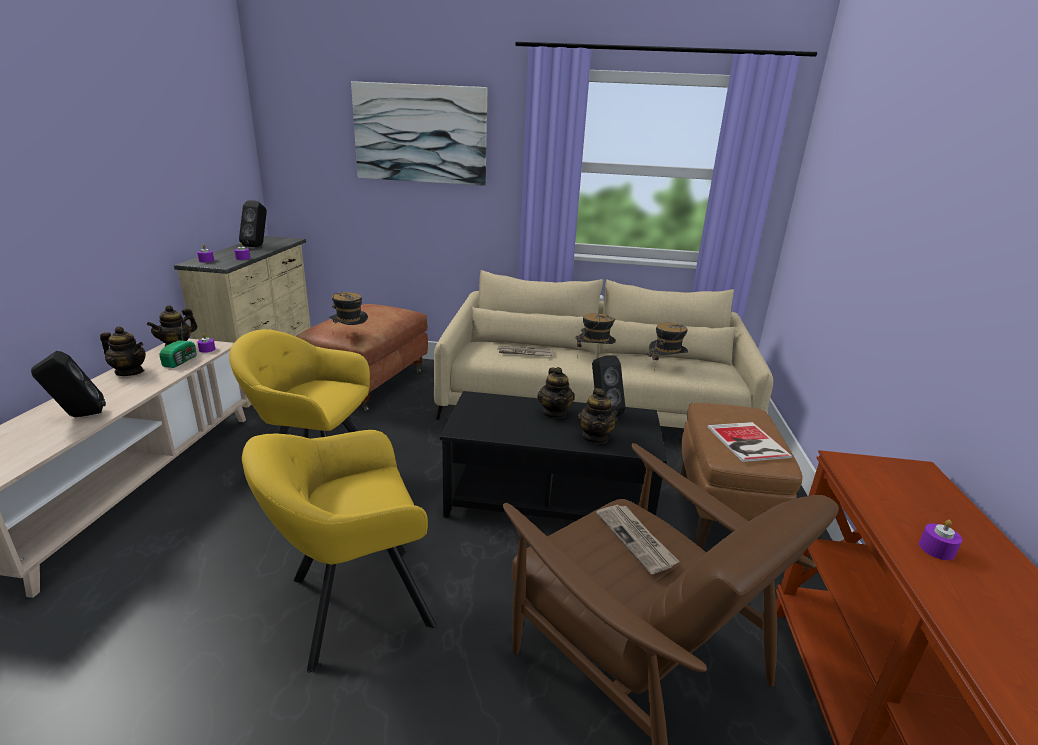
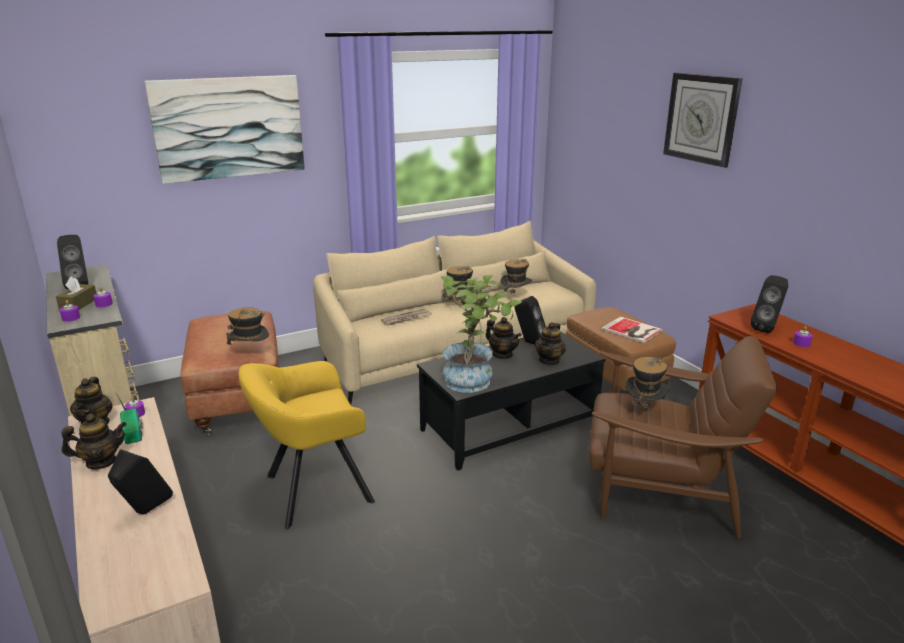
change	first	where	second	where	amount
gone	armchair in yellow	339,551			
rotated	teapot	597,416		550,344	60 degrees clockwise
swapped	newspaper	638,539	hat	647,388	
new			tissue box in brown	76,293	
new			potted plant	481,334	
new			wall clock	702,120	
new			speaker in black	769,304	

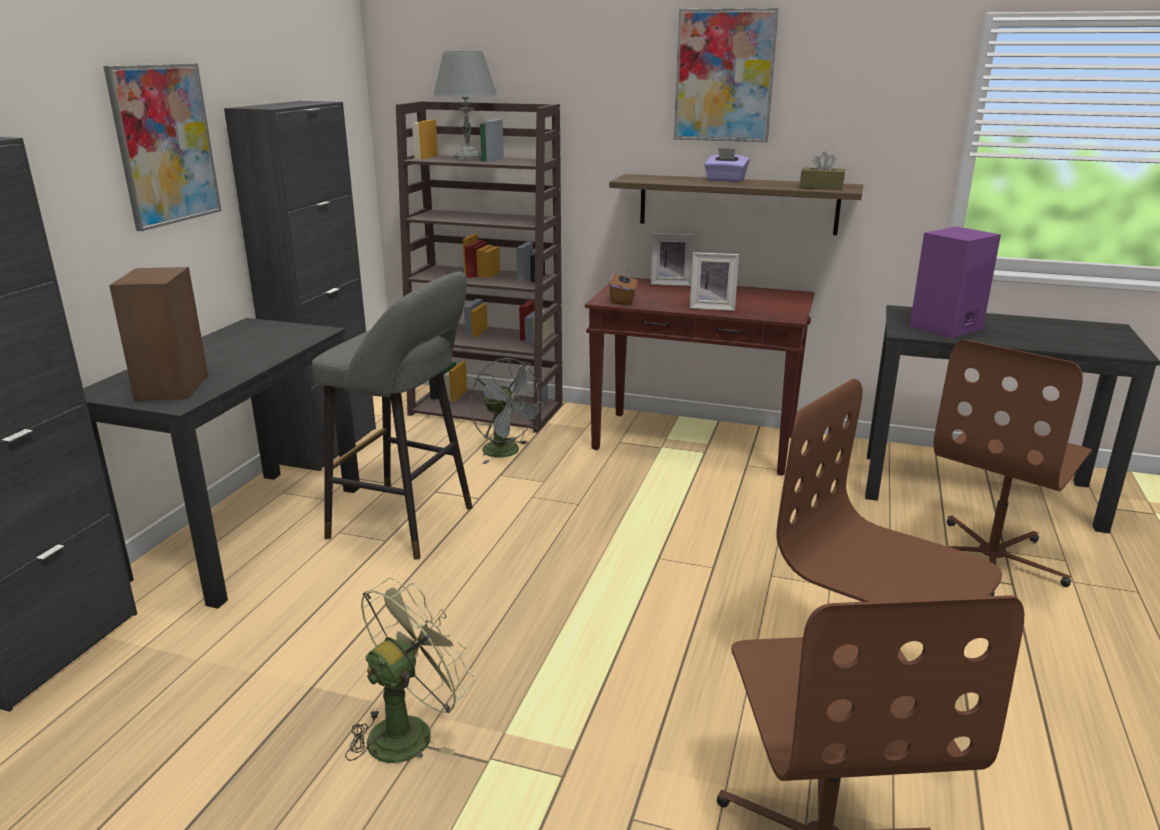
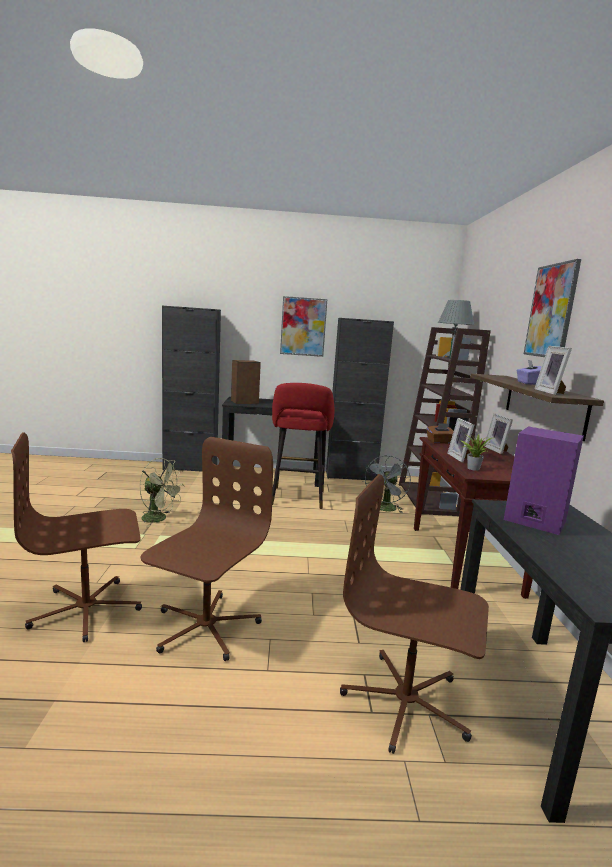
change	first	where	second	where	amount
repainted	stool in grey	392,415	stool in red	303,446	
swapped	tissue box in brown	822,171	picture frame	553,370	
new			potted plant	476,452	

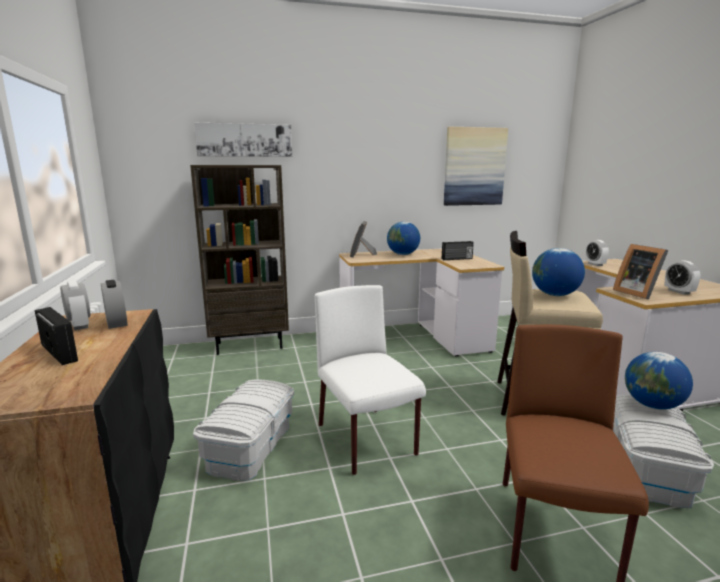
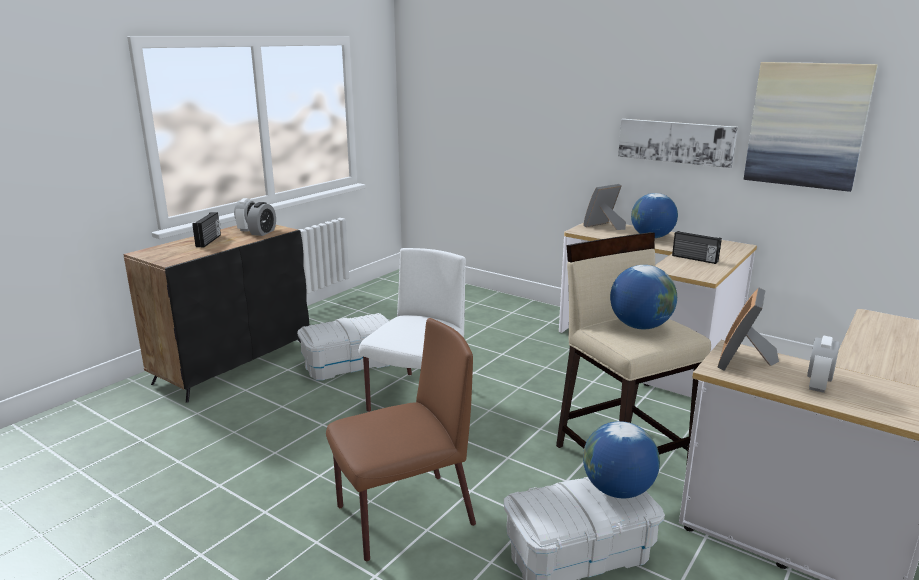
change	first	where	second	where	amount
gone	bookcase in brown	239,260			
shifted	picture	243,140		678,143	
gone	alarm clock	597,253			

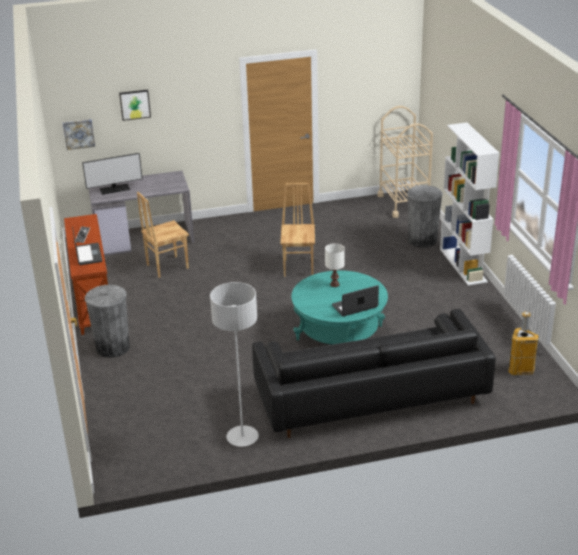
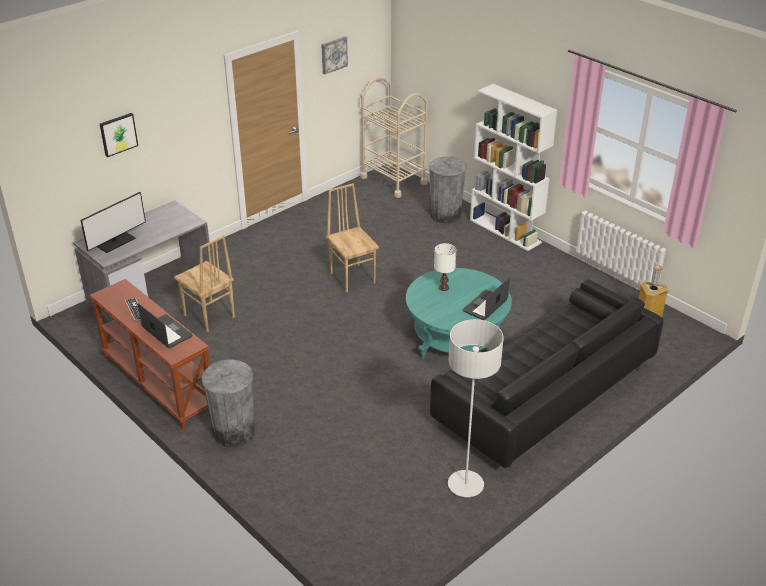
change	first	where	second	where	amount
shifted	picture	79,134		334,55	
rotated	chair in brown	163,235		204,284	75 degrees counterclockwise

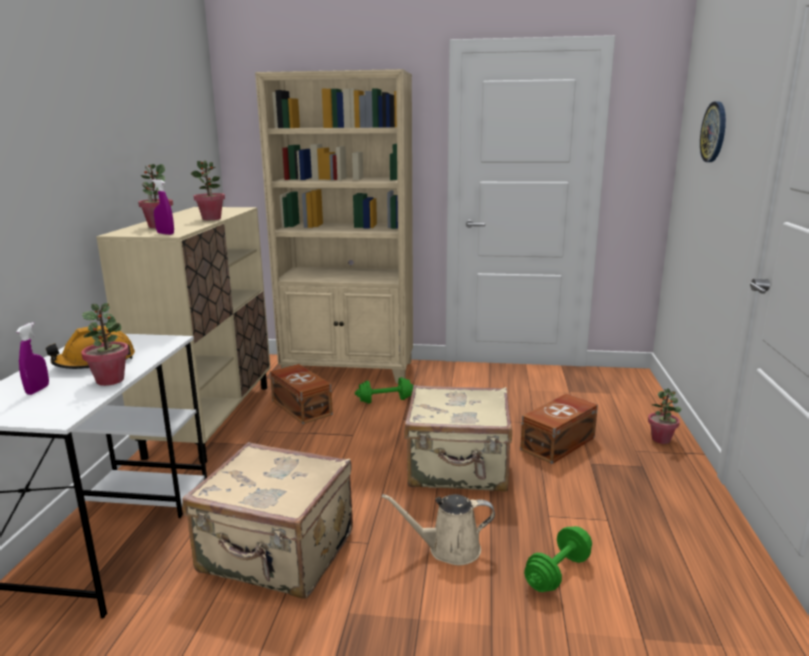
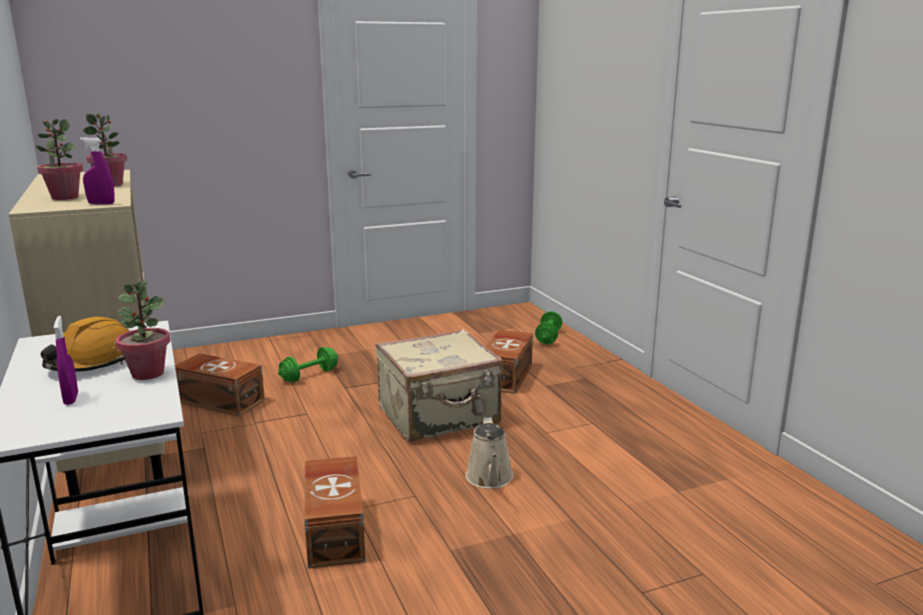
change	first	where	second	where	amount
swapped	suitcase in beige	267,520	storage box in brown	335,512	
gone	bookcase in beige	334,226			
rotated	watering can in beige	438,529		489,453	60 degrees counterclockwise
shifted	dumbbell in green	558,559		548,327	
gone	potted plant	664,416			
gone	wall clock	713,131			

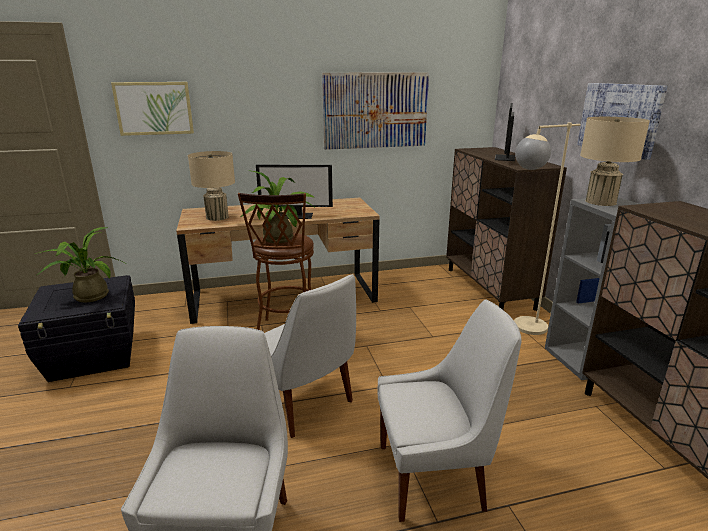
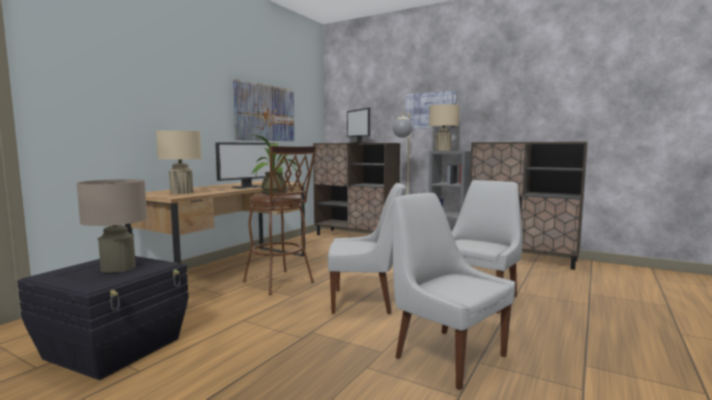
change	first	where	second	where	amount
swapped	potted plant	78,264	table lamp in beige	111,226	
gone	picture	152,109			

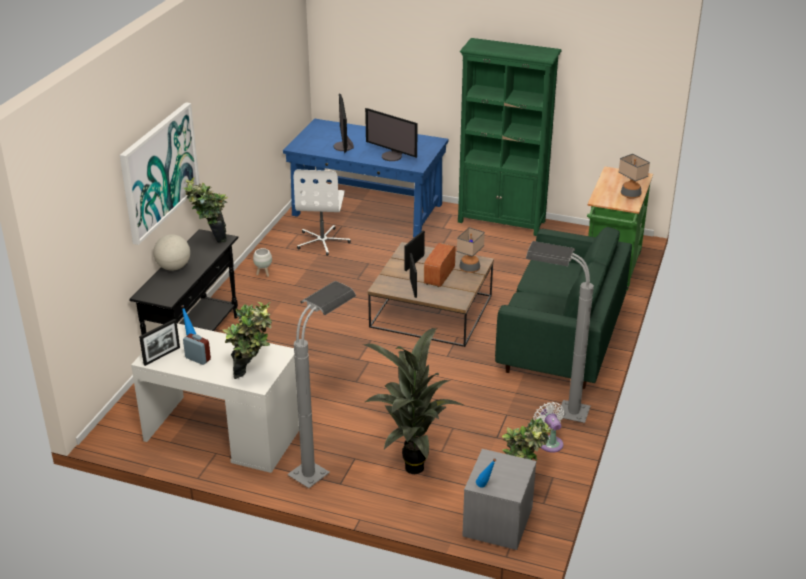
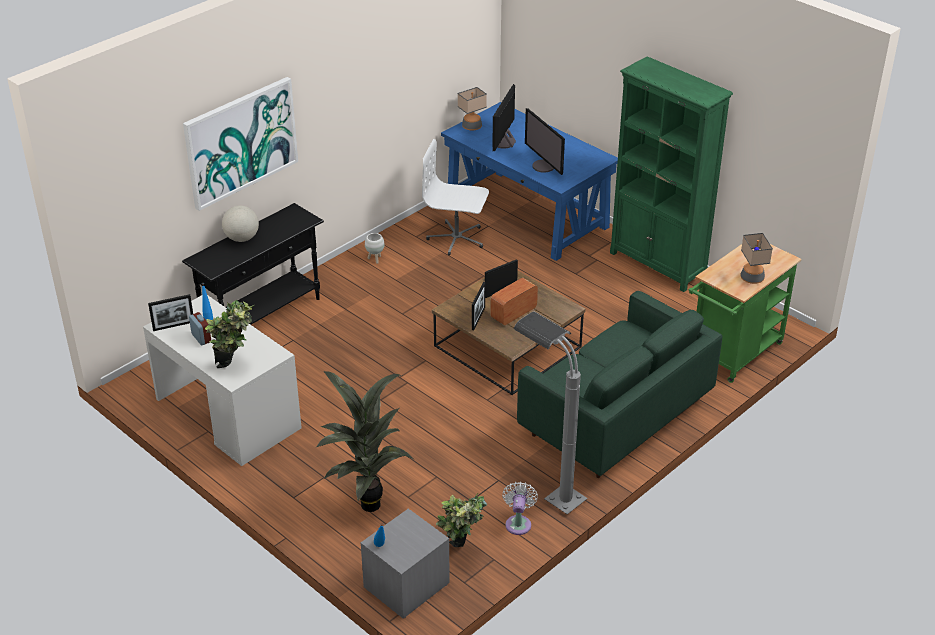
change	first	where	second	where	amount
gone	potted plant	206,210			
gone	floor lamp in grey	321,384			
rotated	office chair in white	322,213		455,197	75 degrees clockwise
shifted	table lamp	471,250		472,109	

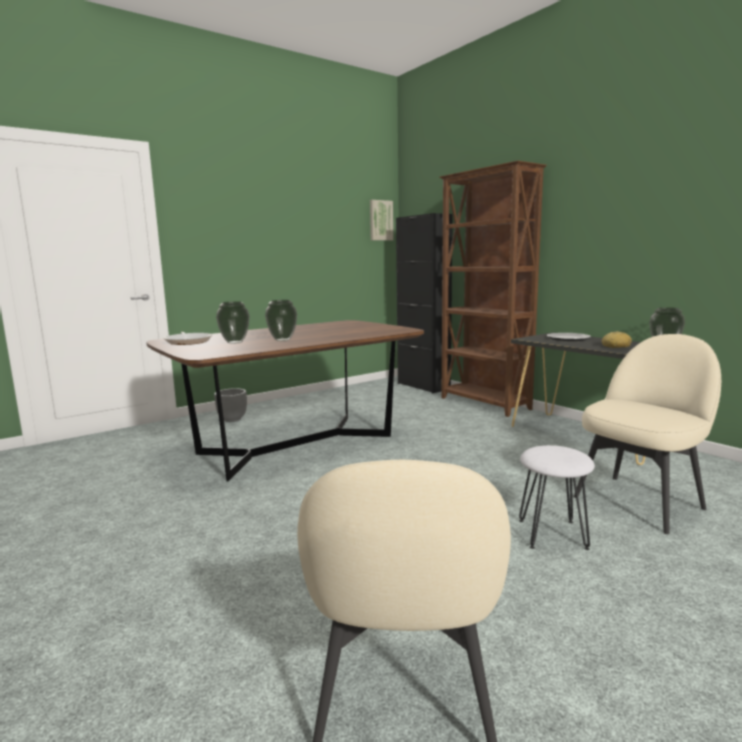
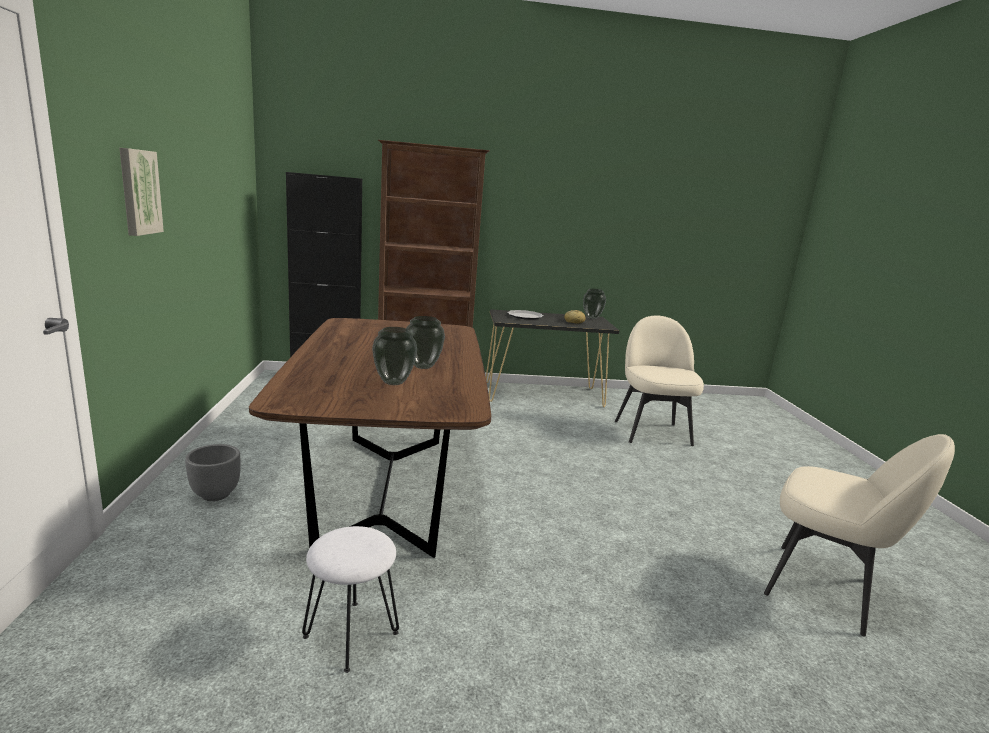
change	first	where	second	where	amount
gone	frying pan	188,338			
shifted	picture	381,220		141,192	
shifted	stool in white	557,497		350,599	

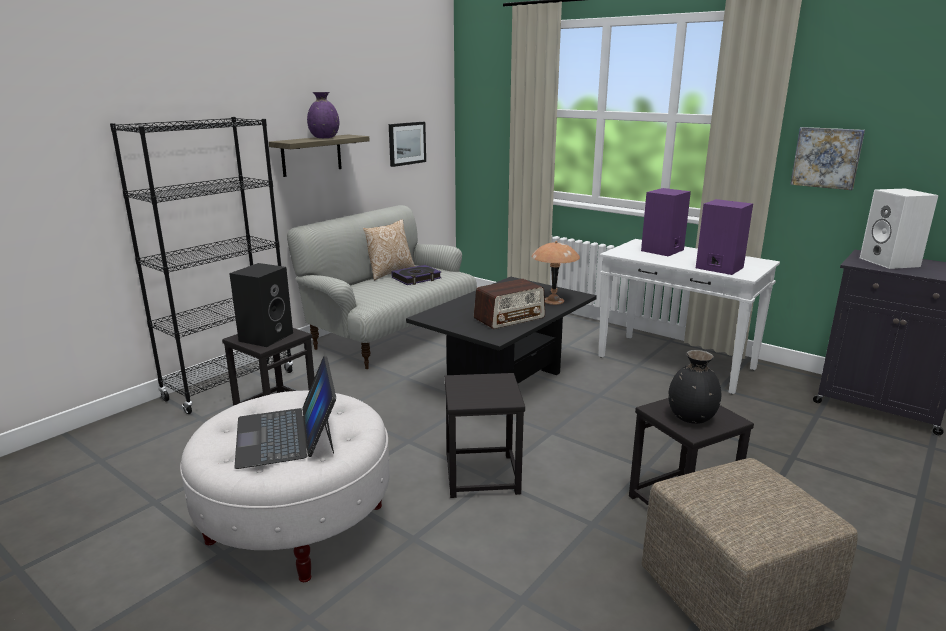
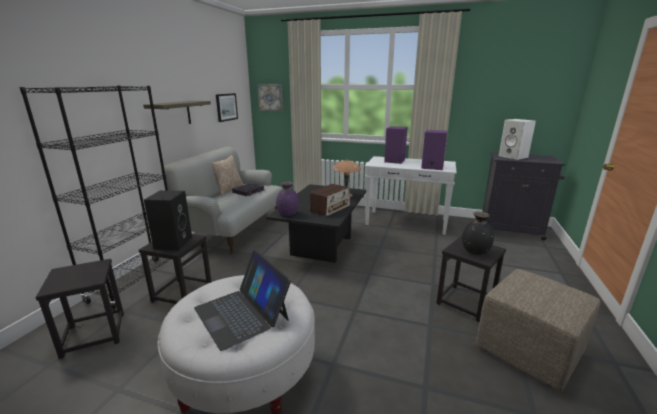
change	first	where	second	where	amount
shifted	vase in purple	323,115		288,199	
shifted	stool in black	484,435		79,309	
shifted	picture	827,158		270,98	

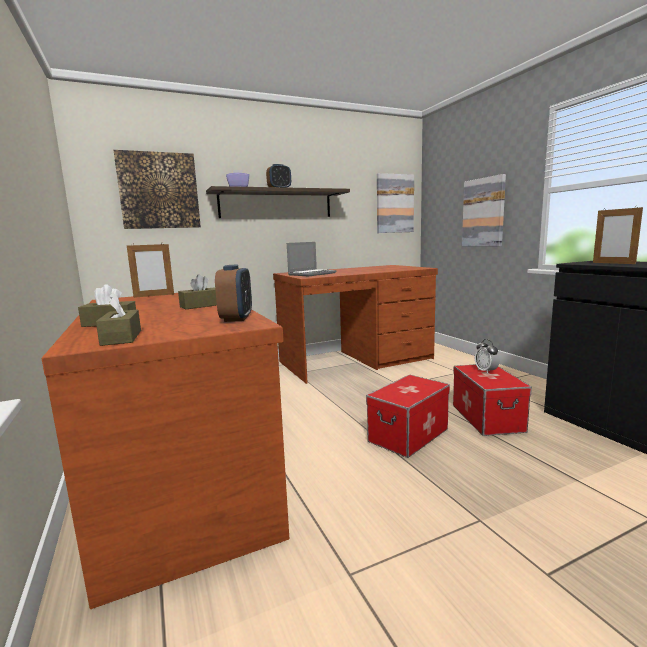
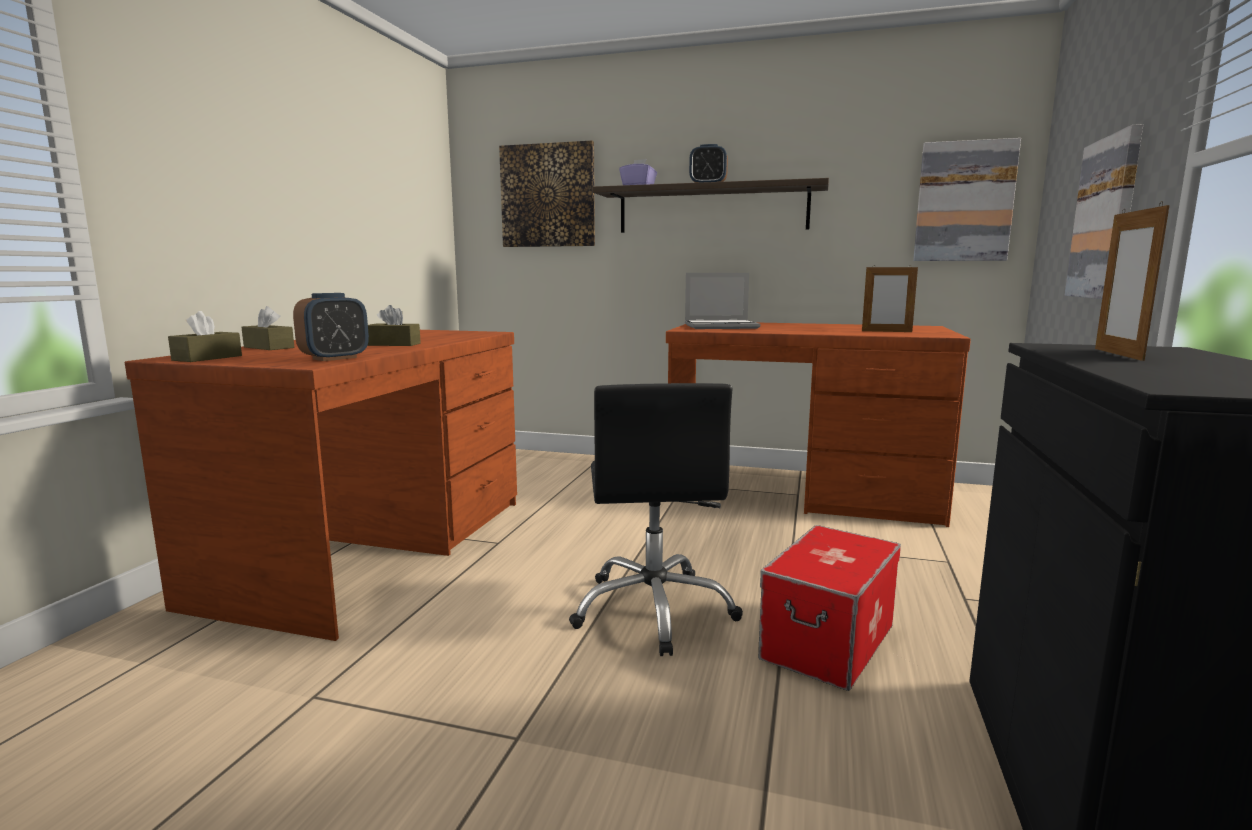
change	first	where	second	where	amount
shifted	picture frame	150,270		890,299	
swapped	storage box	408,416	office chair in black	656,519	
gone	alarm clock	487,356			

